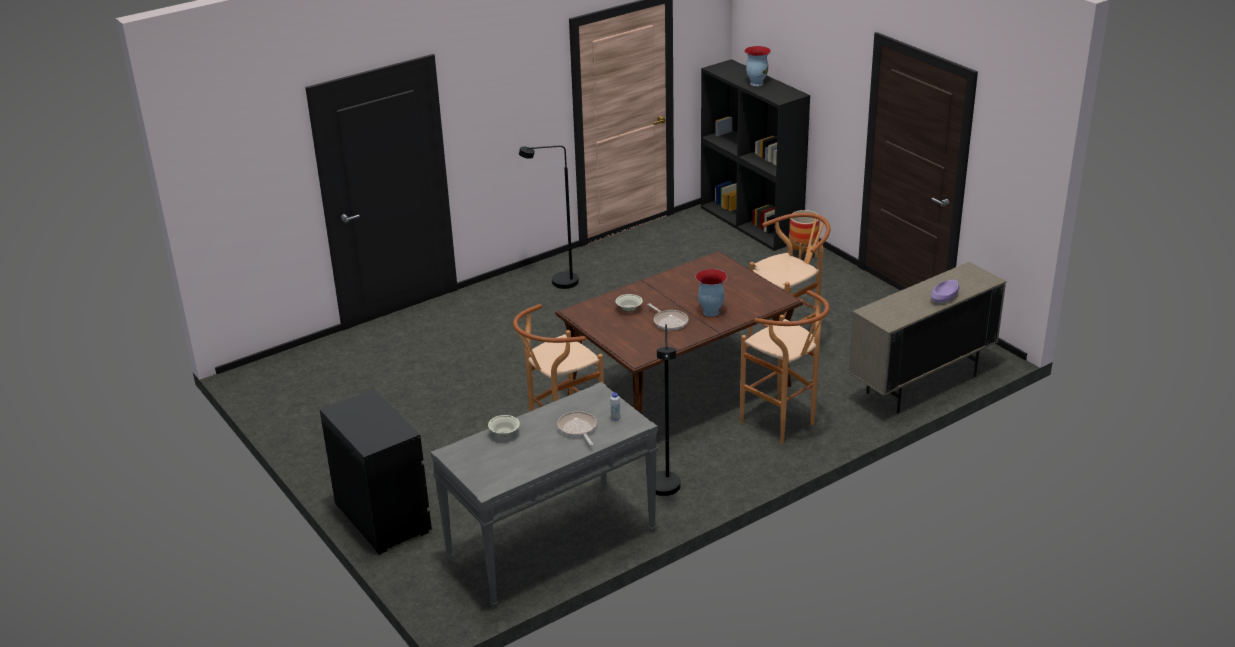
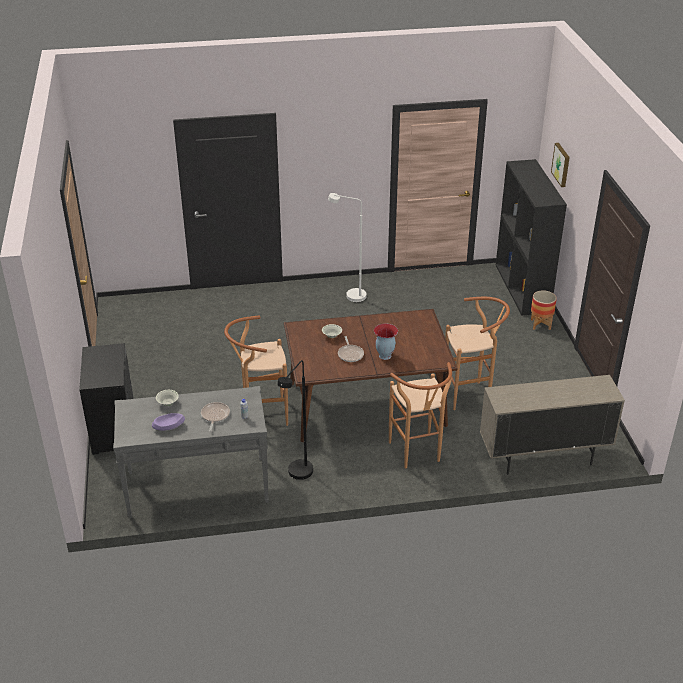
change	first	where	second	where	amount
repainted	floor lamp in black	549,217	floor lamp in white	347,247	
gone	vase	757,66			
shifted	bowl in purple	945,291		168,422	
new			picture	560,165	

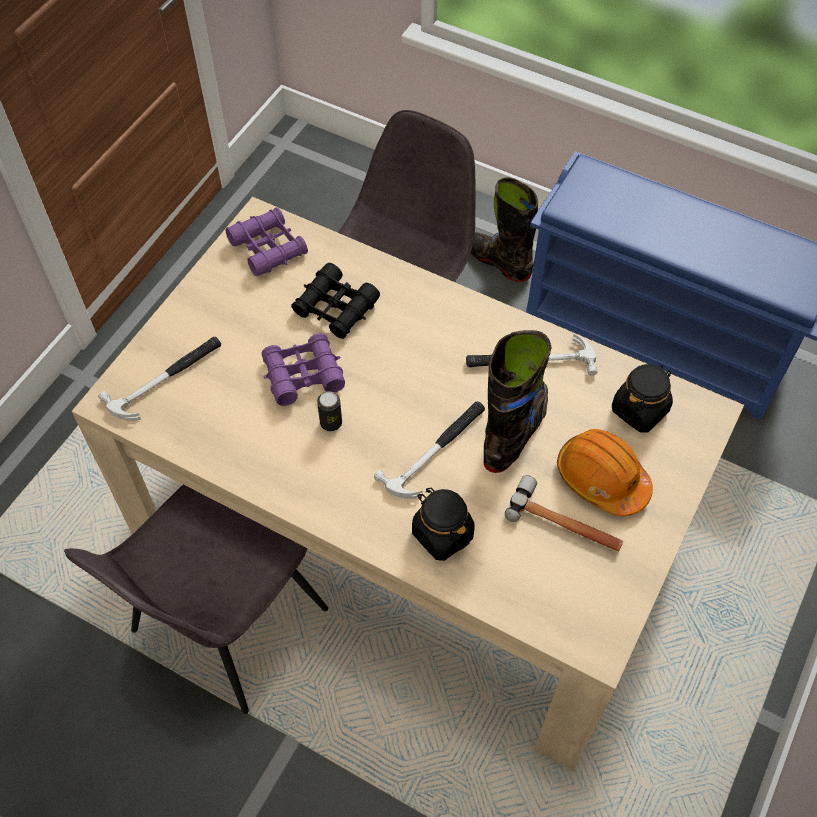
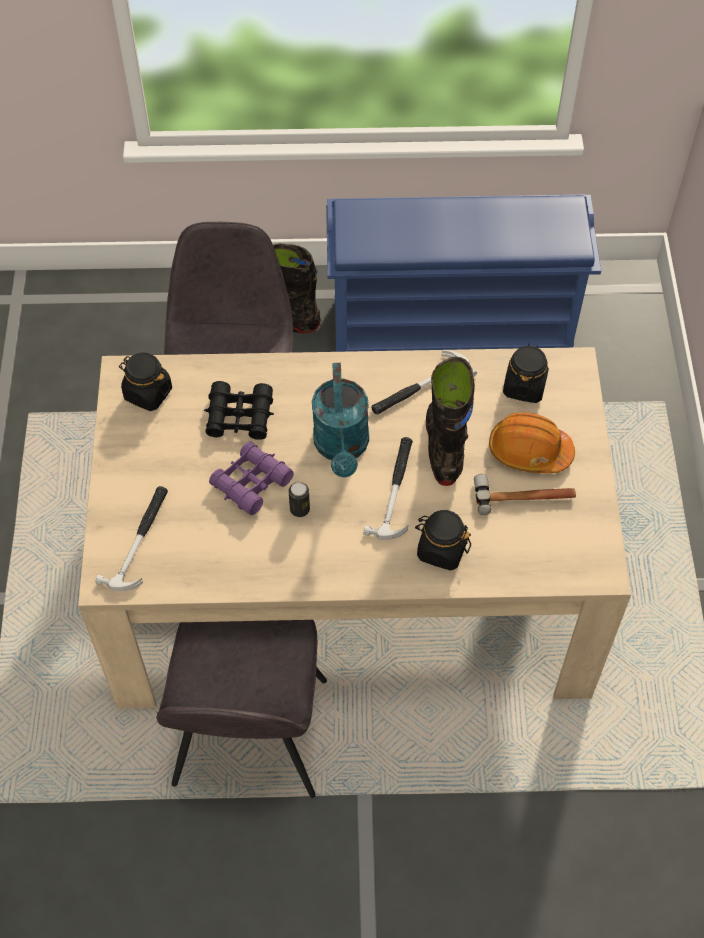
change	first	where	second	where	amount
swapped	binoculars in purple	266,241	jar in black	145,381	
new			watering can in turquoise	340,420	

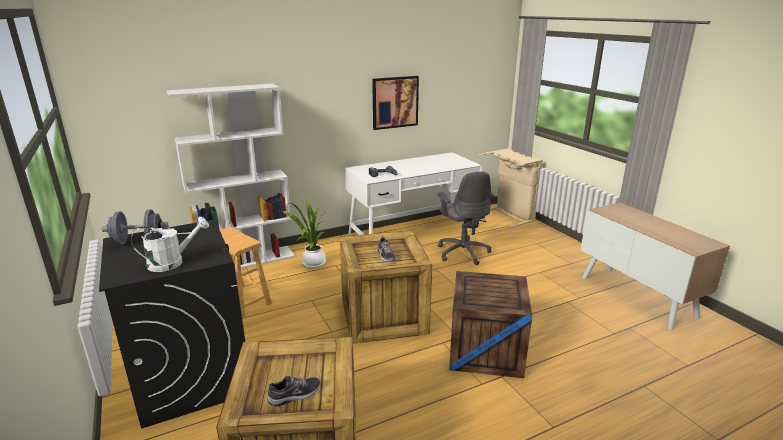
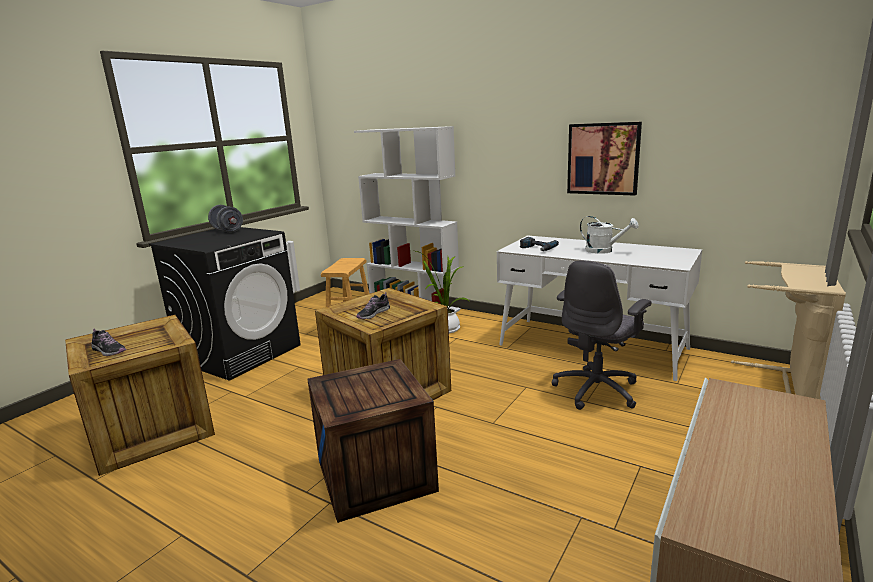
change	first	where	second	where	amount
shifted	watering can in white	170,244		609,235	

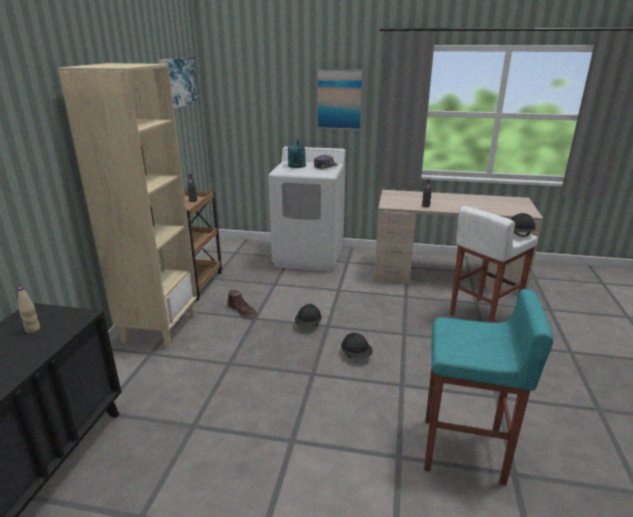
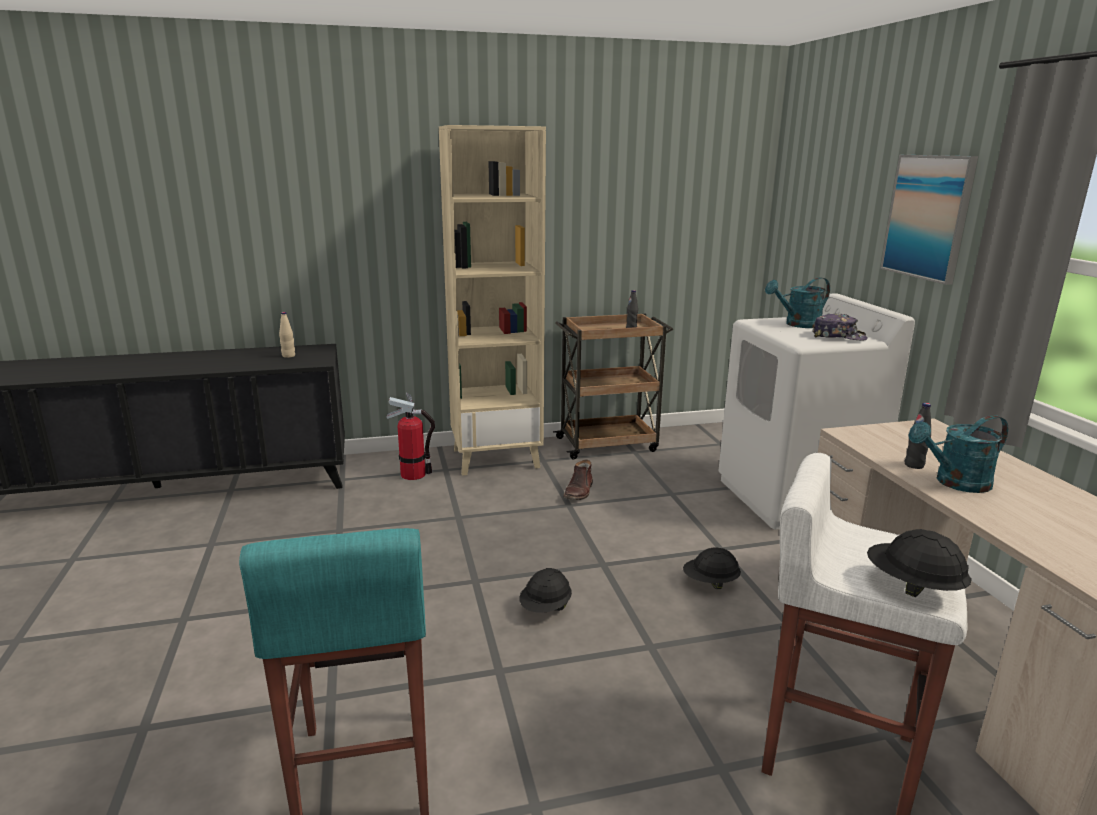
change	first	where	second	where	amount
gone	picture	178,83			
shifted	hard hat in black	308,315		712,568	
new			fire extinguisher	410,436	
new			watering can in turquoise	958,454	

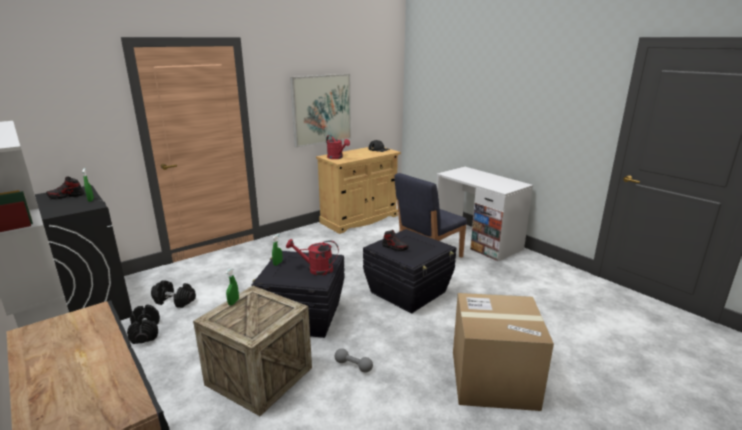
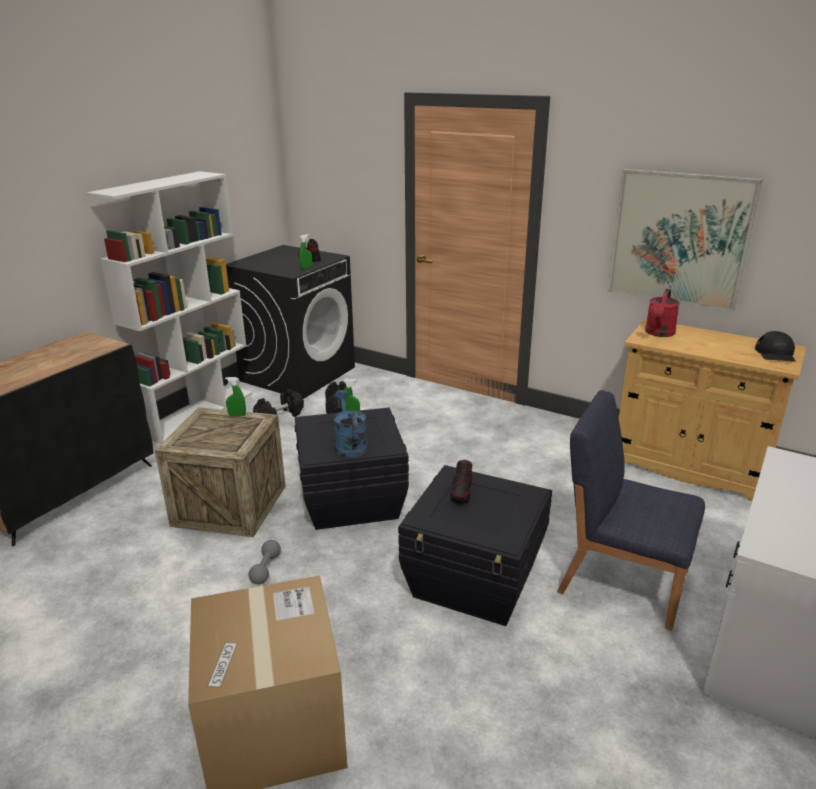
change	first	where	second	where	amount
repainted	watering can in red	312,257	watering can in blue	350,424	

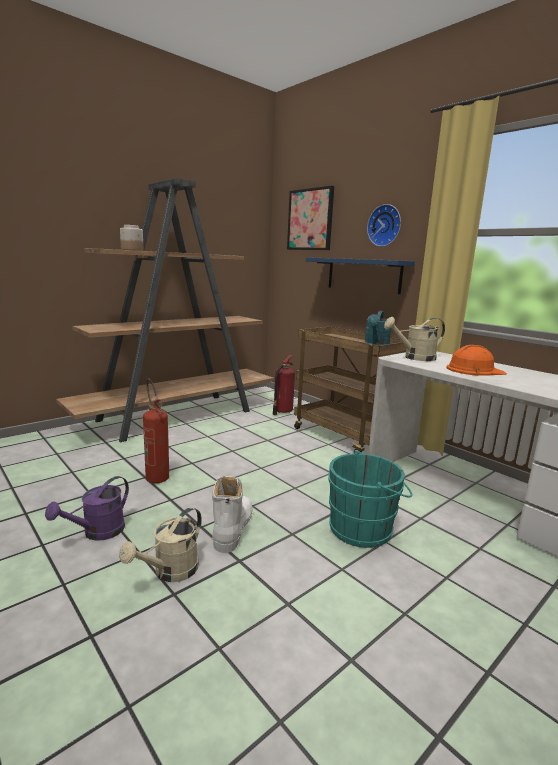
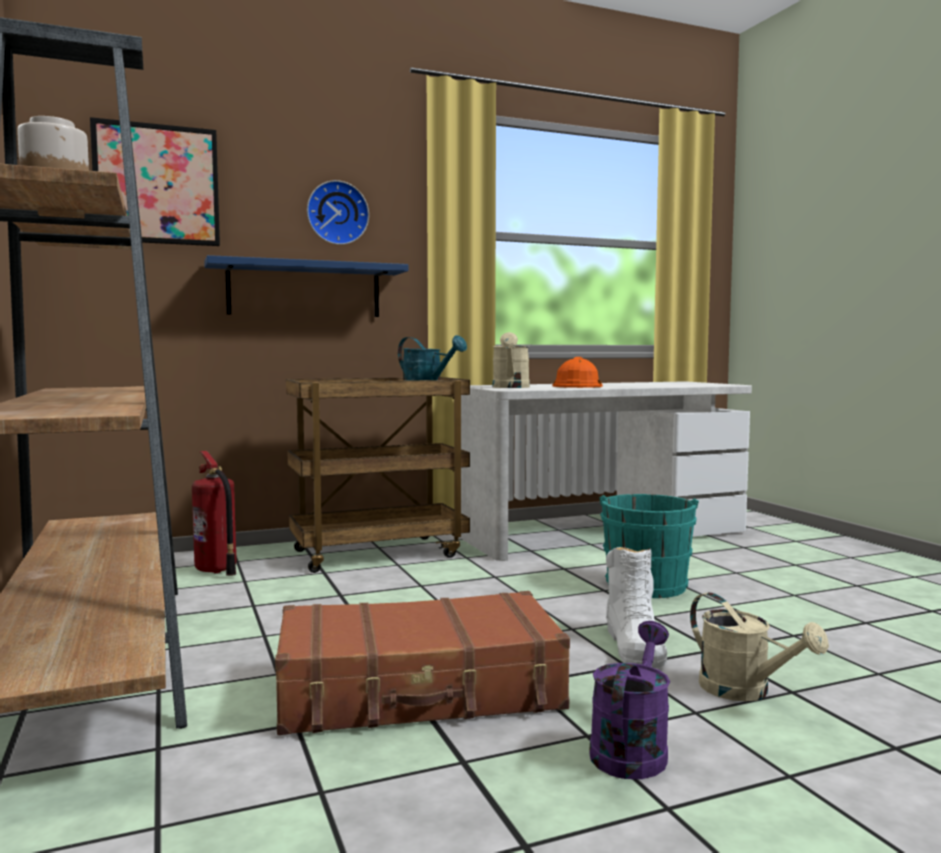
change	first	where	second	where	amount
rotated	watering can in purple	87,508		629,700	120 degrees counterclockwise
swapped	fire extinguisher	156,430	suitcase in brown	422,663	
rotated	boot in white	232,514		636,607	120 degrees counterclockwise

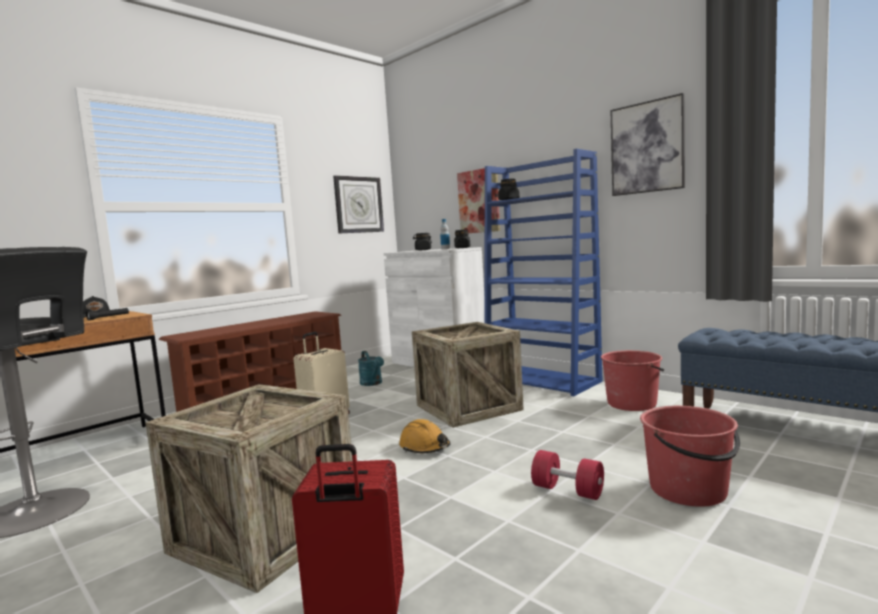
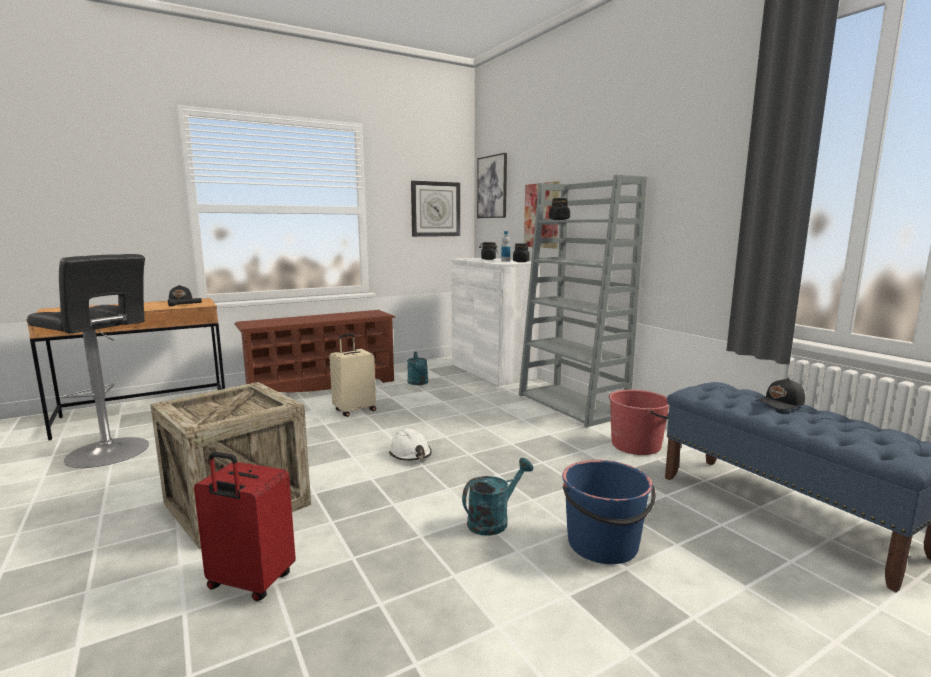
change	first	where	second	where	amount
repainted	hard hat in orange	424,436	hard hat in white	410,444	
gone	crate	468,375			
repainted	bookcase in blue	544,272	bookcase in grey	583,301	
swapped	dumbbell in red	567,475	watering can in turquoise	497,497	
shifted	picture	647,144		492,185	
repainted	bucket in red	690,456	bucket in blue	609,512	
new			cap in black	780,394	

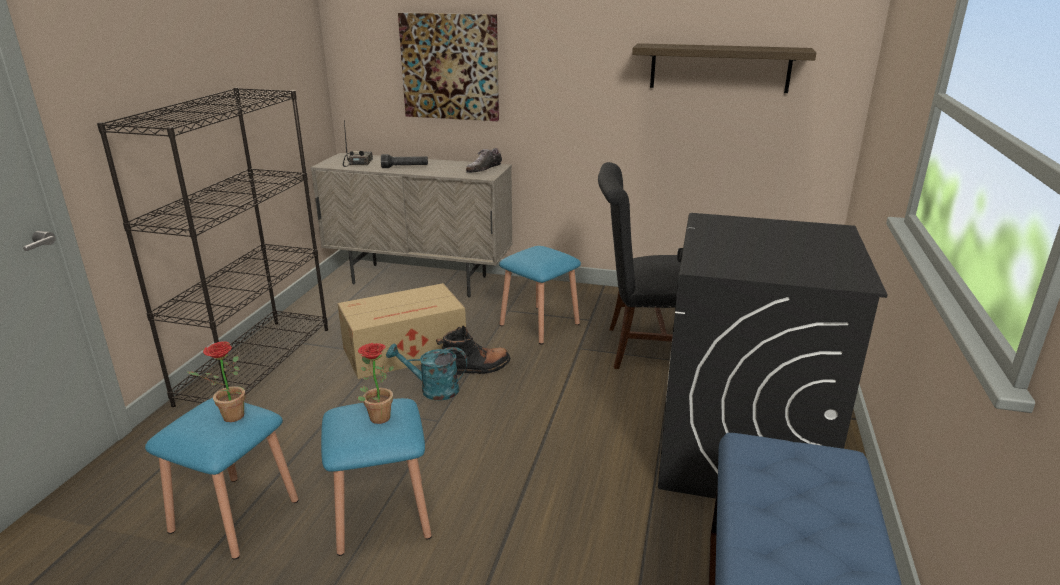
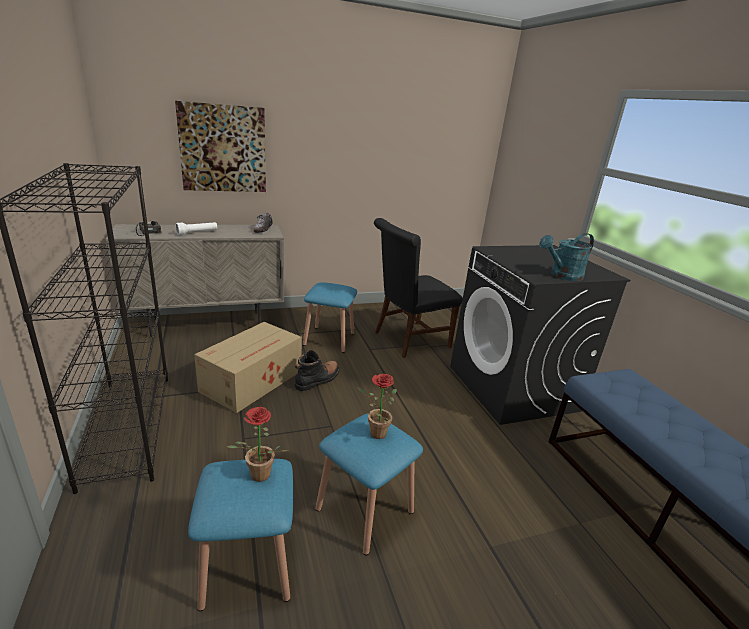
change	first	where	second	where	amount
repainted	flashlight in black	404,161	flashlight in white	196,228	
shifted	watering can in turquoise	426,372		566,257	
gone	shelf	724,68			

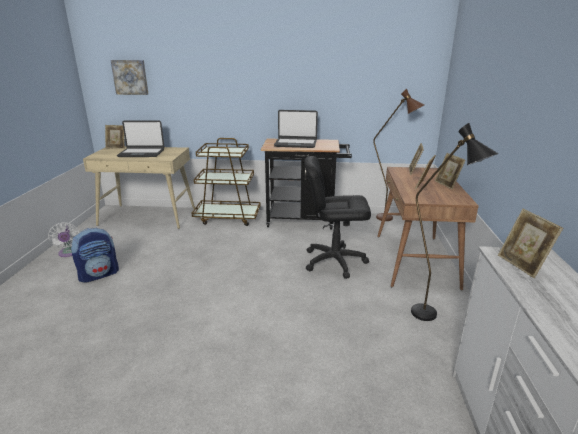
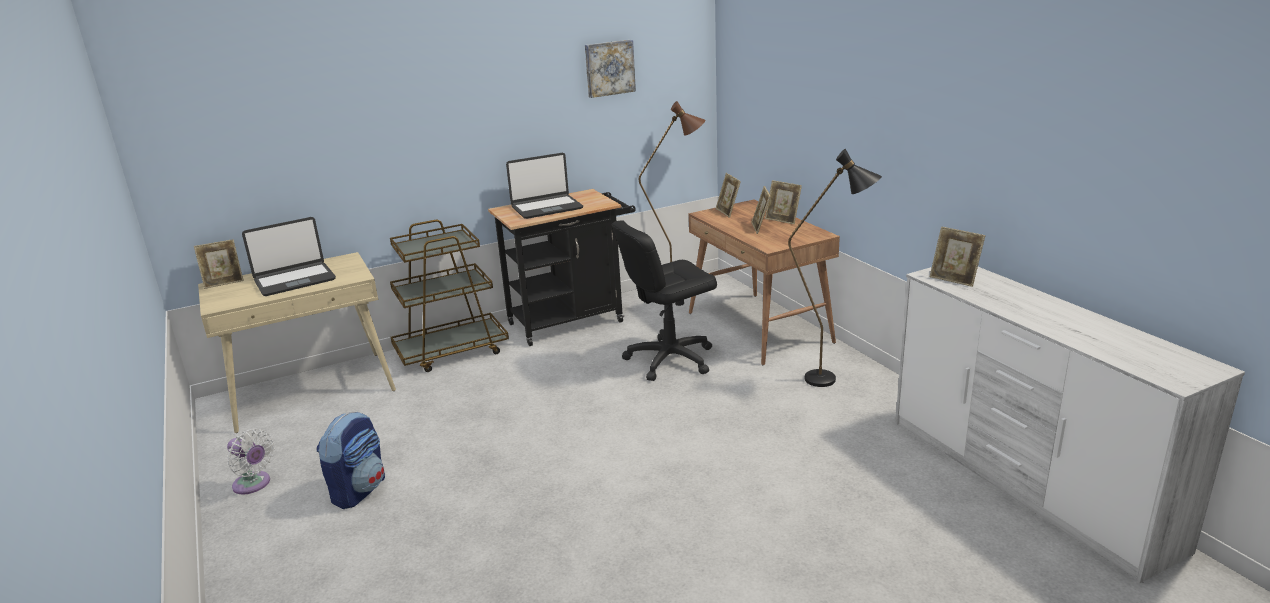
change	first	where	second	where	amount
shifted	picture	129,77		610,69	

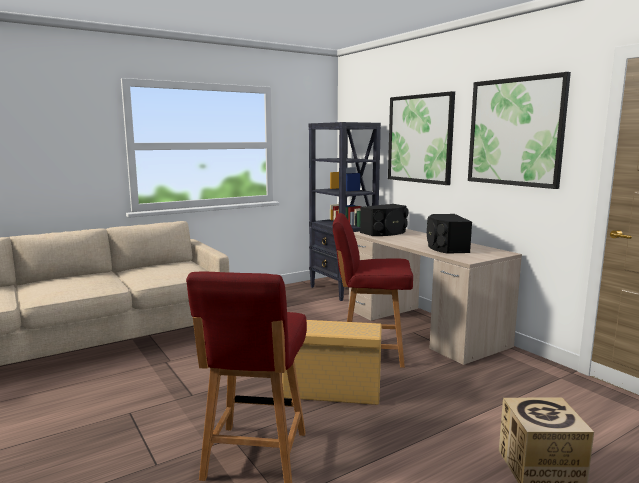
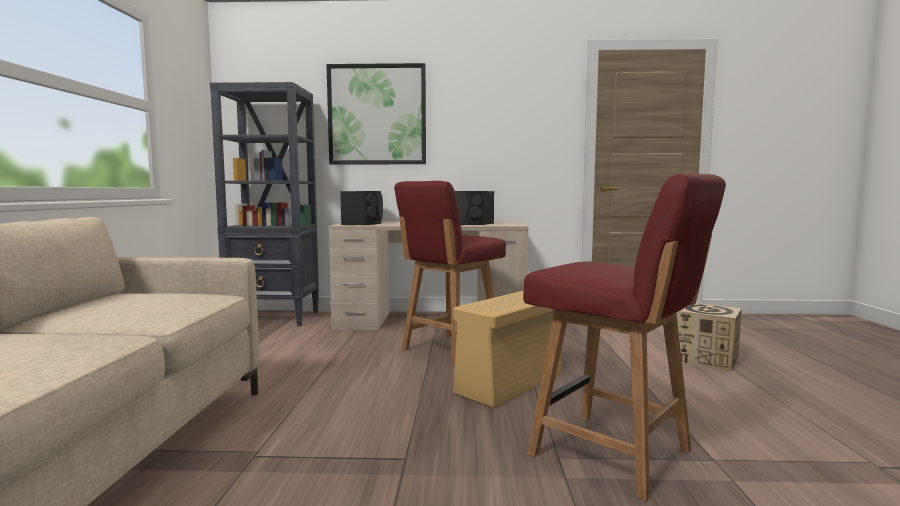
change	first	where	second	where	amount
gone	picture	519,130			

